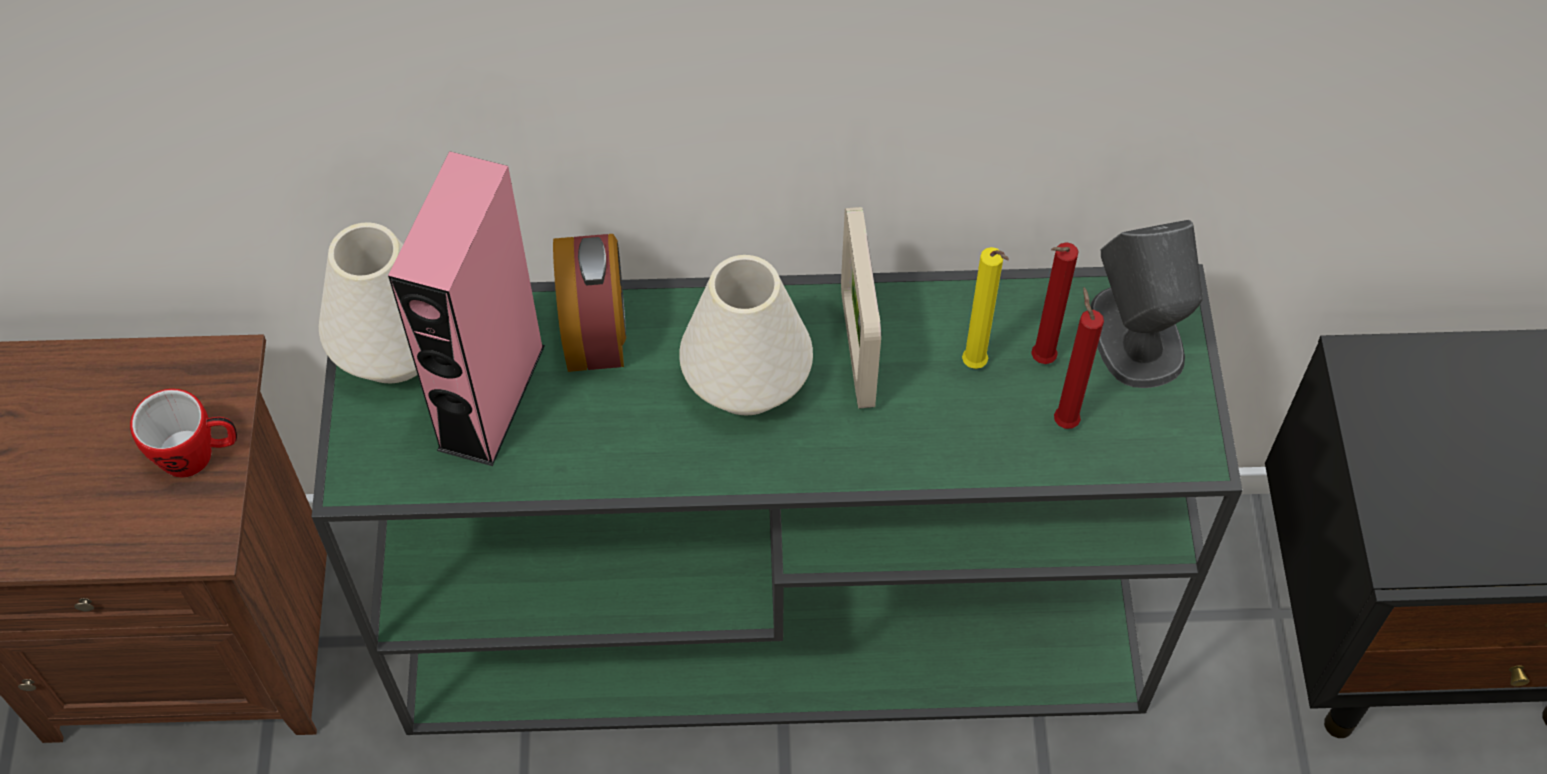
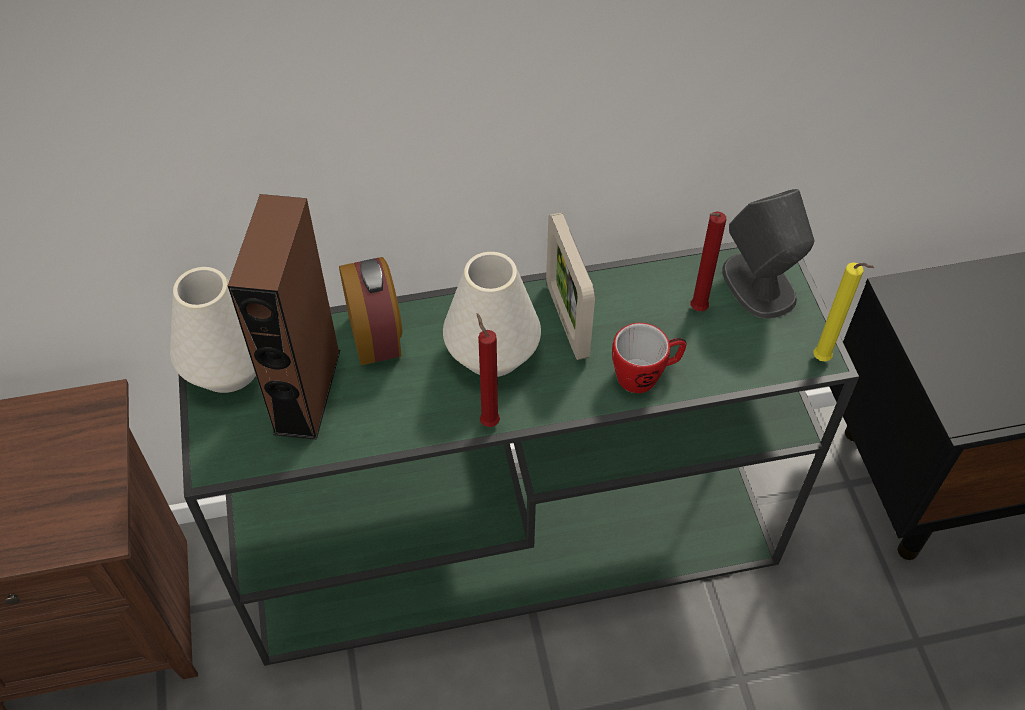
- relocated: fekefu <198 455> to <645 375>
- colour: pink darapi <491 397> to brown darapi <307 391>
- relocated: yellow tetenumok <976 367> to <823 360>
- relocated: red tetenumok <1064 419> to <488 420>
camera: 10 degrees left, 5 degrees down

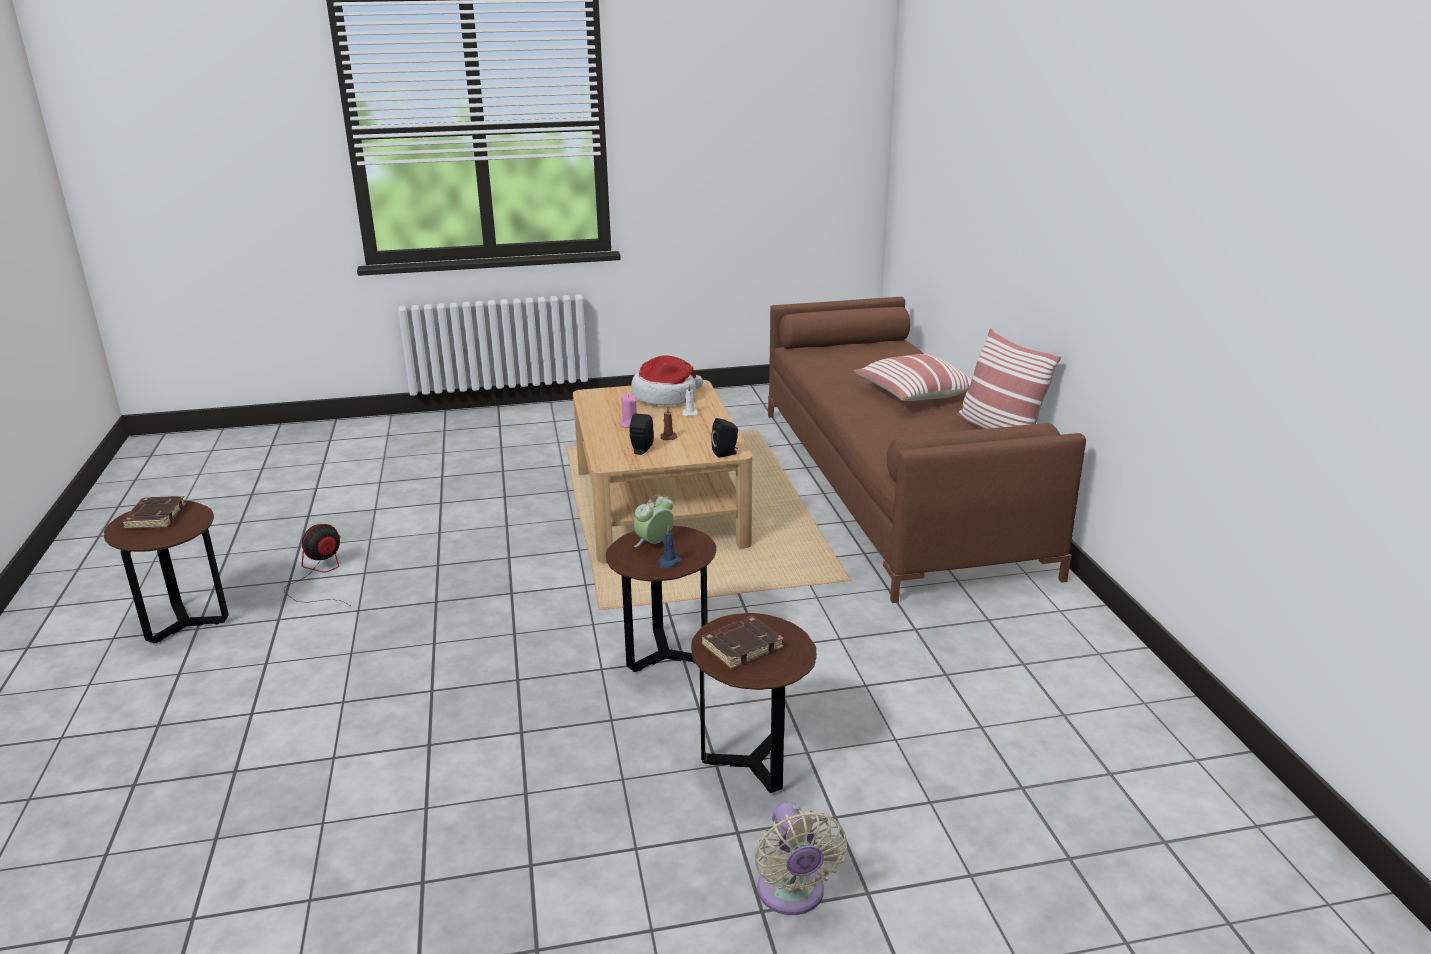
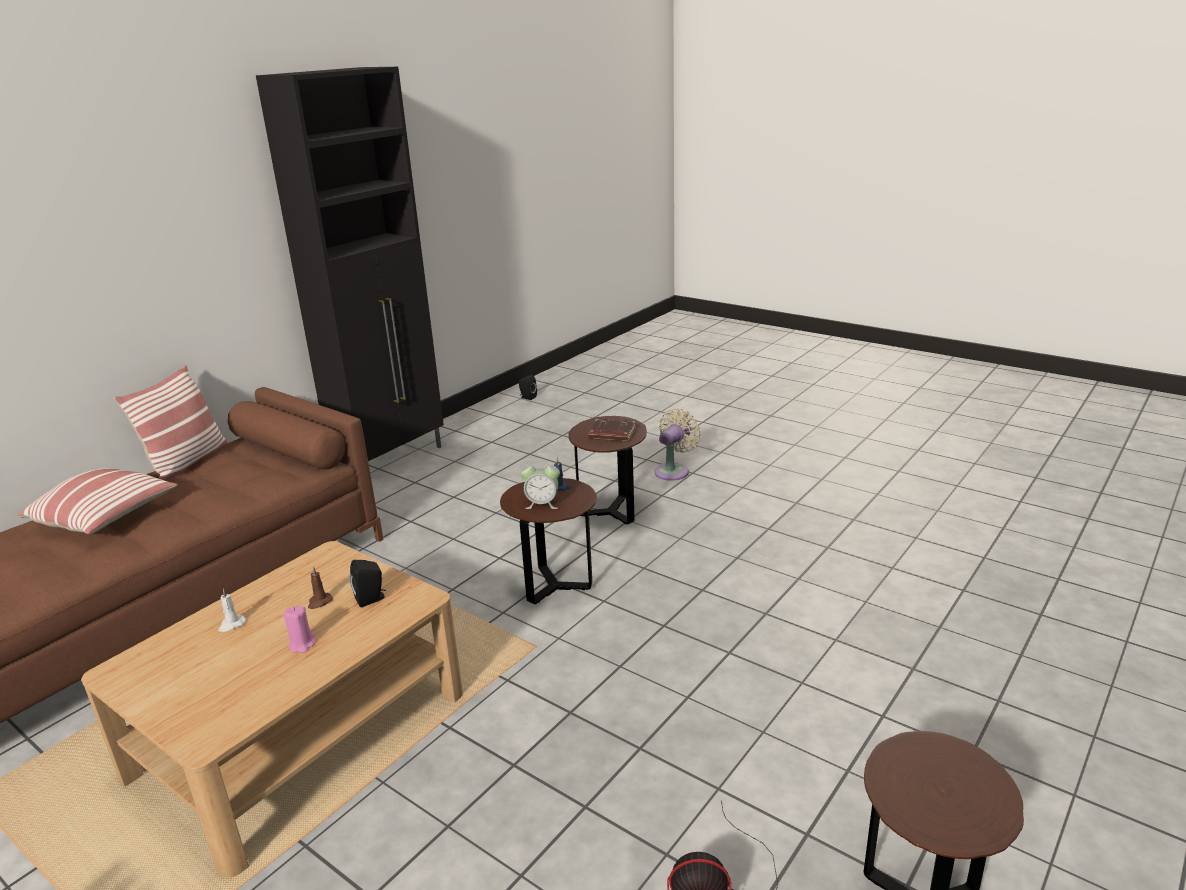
- missing: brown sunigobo <154 517>
- missing: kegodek <666 397>
- relocated: black darapi <726 453> to <527 397>
- appeared: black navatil <392 460>
camera: 130 degrees left, 0 degrees up

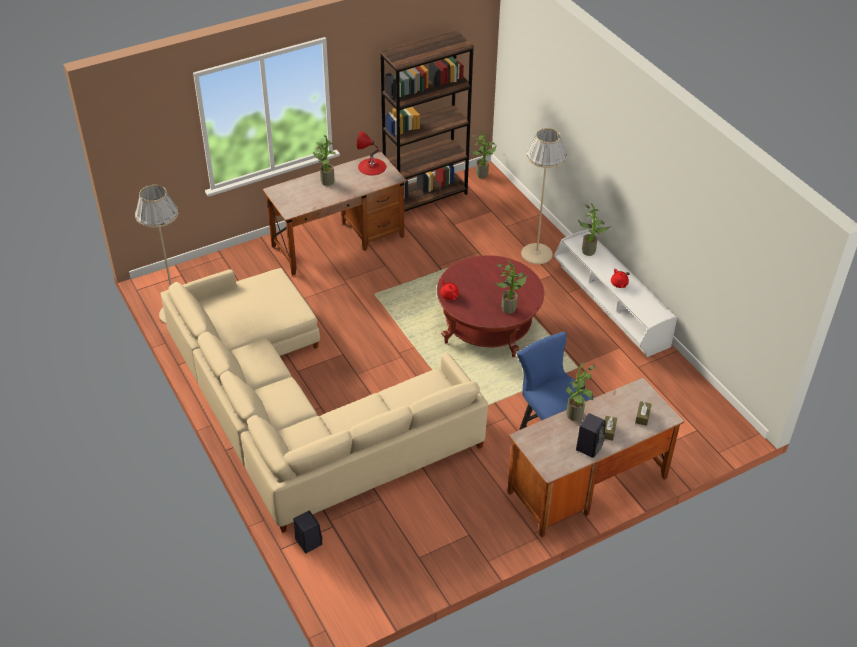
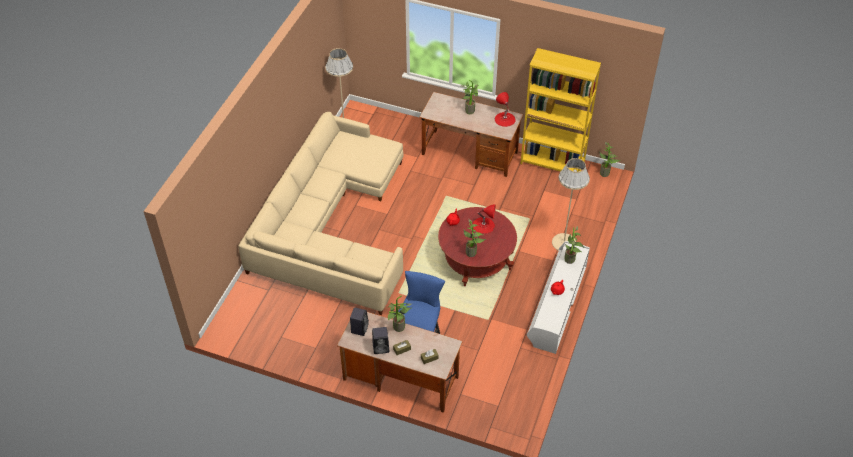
- relocated: black darapi <308 541> to <359 328>
- colour: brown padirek <425 196> to yellow padirek <552 163>
- appeared: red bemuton <483 225>
camera: 50 degrees right, 5 degrees up

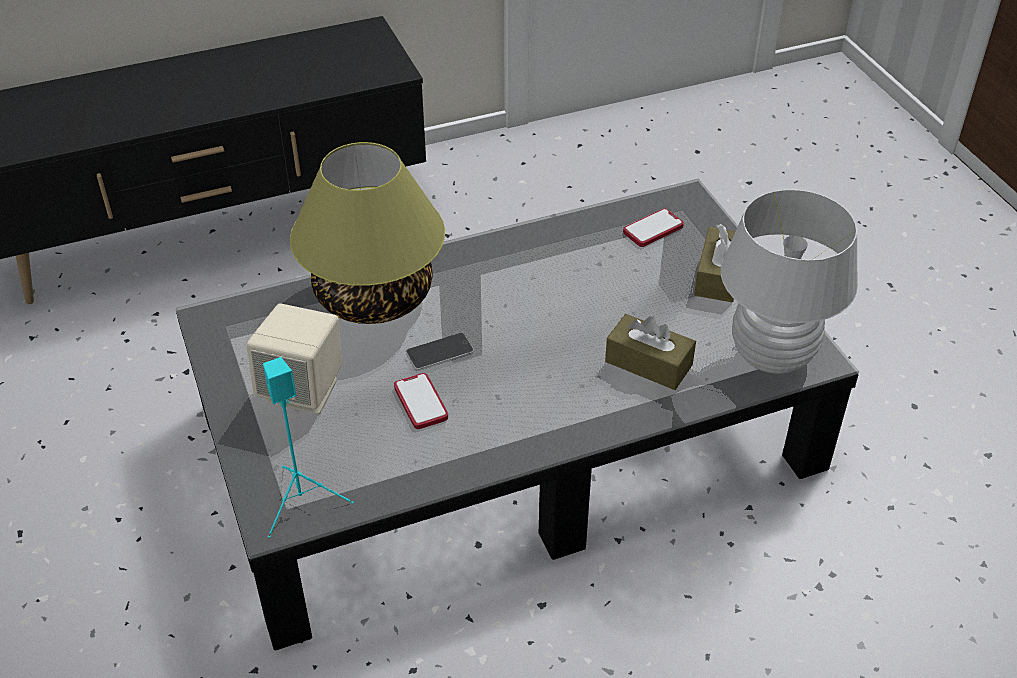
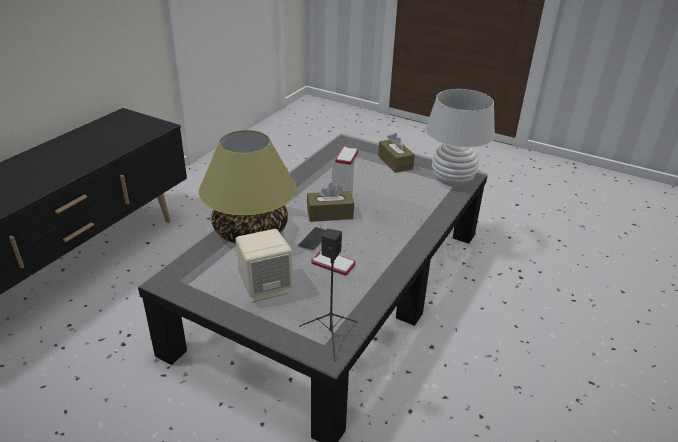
- colour: turquoise darapi <302 501> to black darapi <330 335>
- relocated: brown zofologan <648 363> to <330 214>
camera: 40 degrees left, 10 degrees down

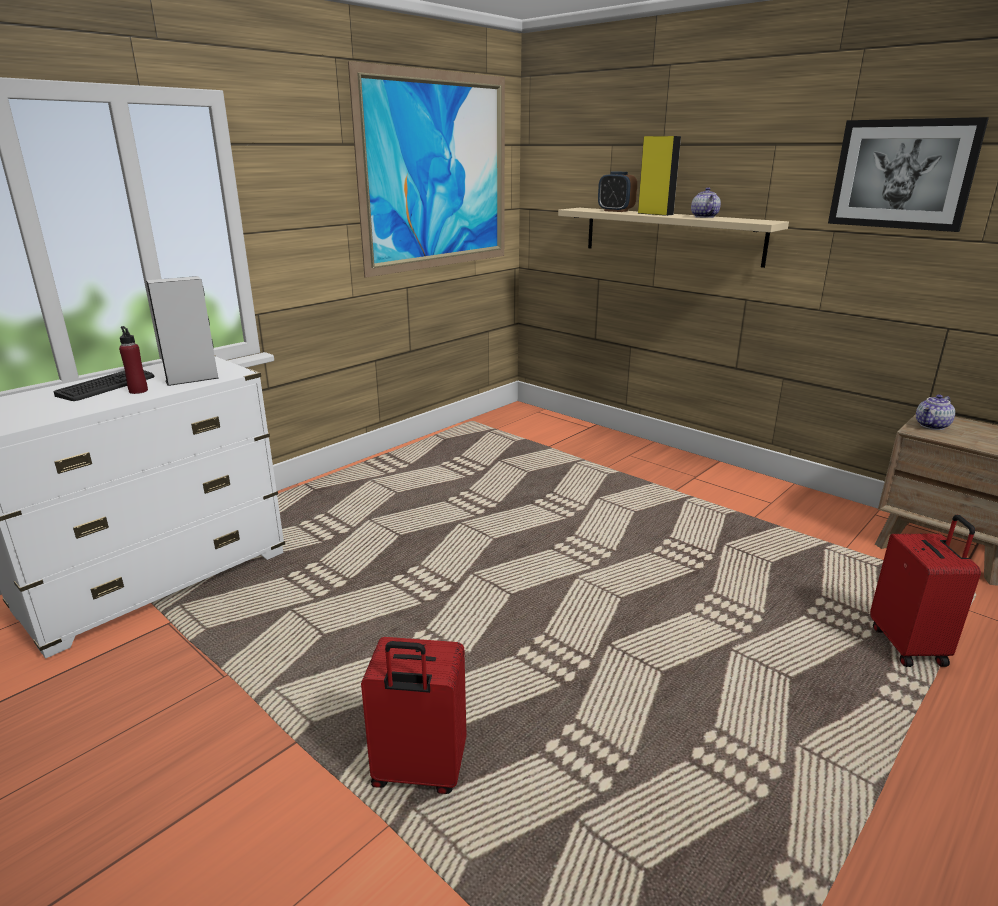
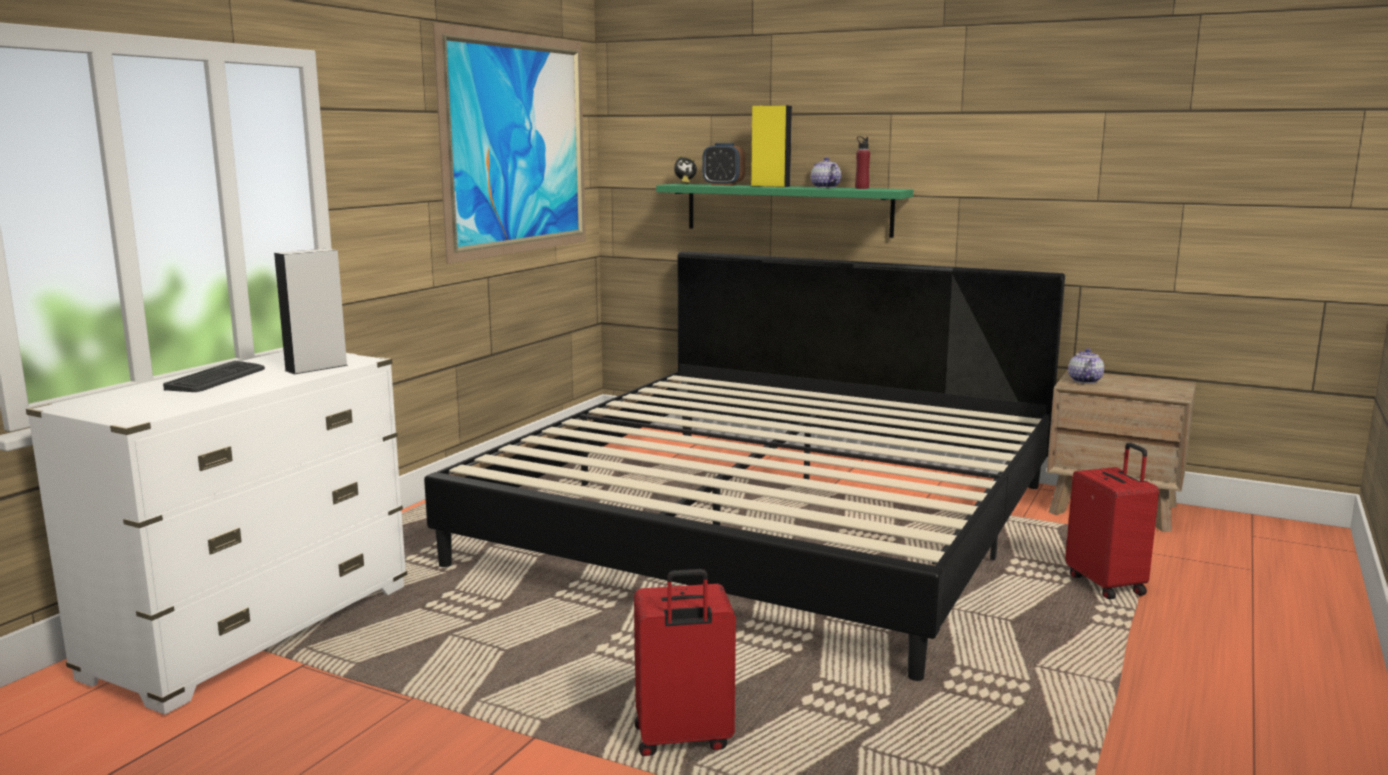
- relocated: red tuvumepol <138 391> to <861 188>
- colour: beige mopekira <671 235> to green mopekira <787 209>
- missing: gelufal <902 174>
- spun: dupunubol <932 426> = <1083 381> 150 degrees clockwise
- appeared: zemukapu <770 522>
- appeared: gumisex <684 184>
camera: 15 degrees left, 10 degrees down

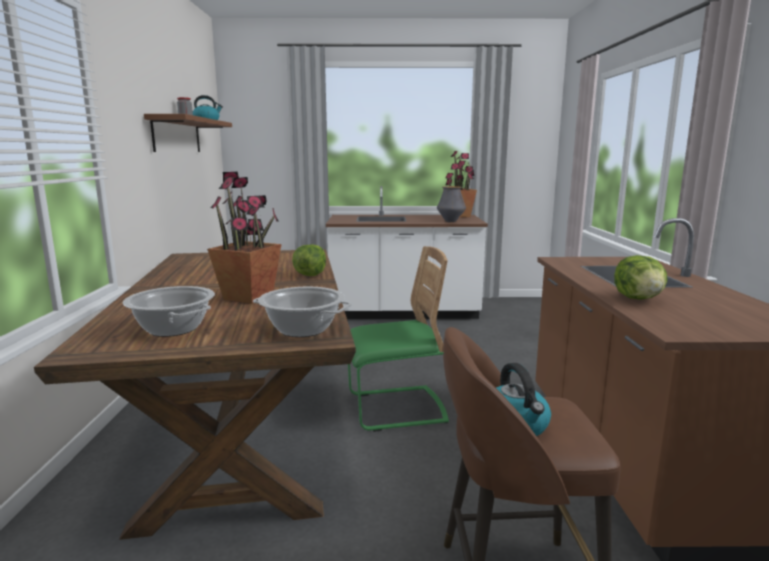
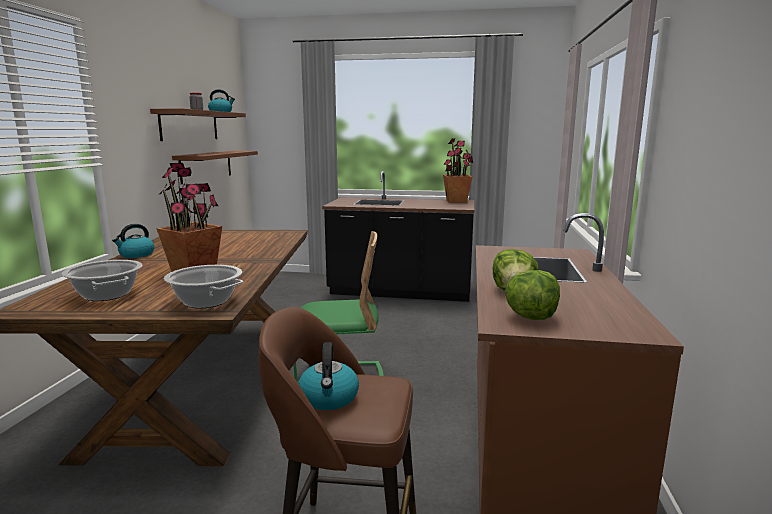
- relocated: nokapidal <309 275> to <531 317>
- colour: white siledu <404 312> to black siledu <400 291>
- missing: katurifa <450 221>
- appeared: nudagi <136 255>
- appeared: brown mopekira <206 166>
camera: 10 degrees right, 0 degrees up

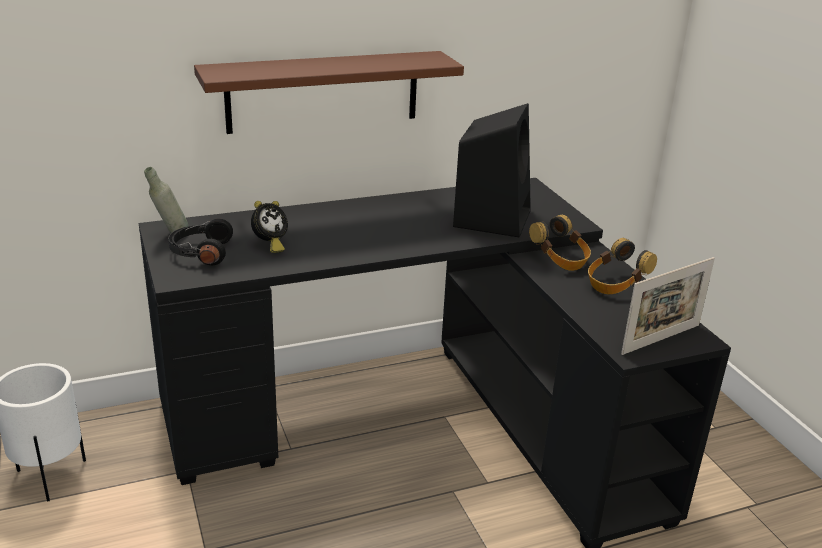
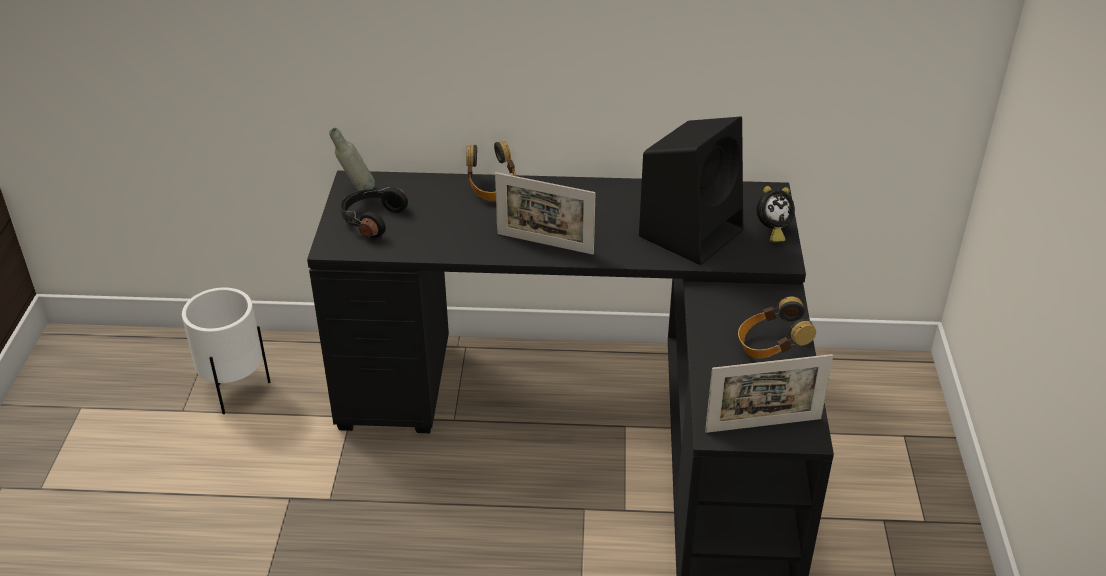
- missing: brown mopekira <323 91>
- relocated: gumisex <270 245> to <771 231>
- relocated: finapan <560 260> to <491 187>
- appeared: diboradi <545 243>
camera: 25 degrees right, 10 degrees up

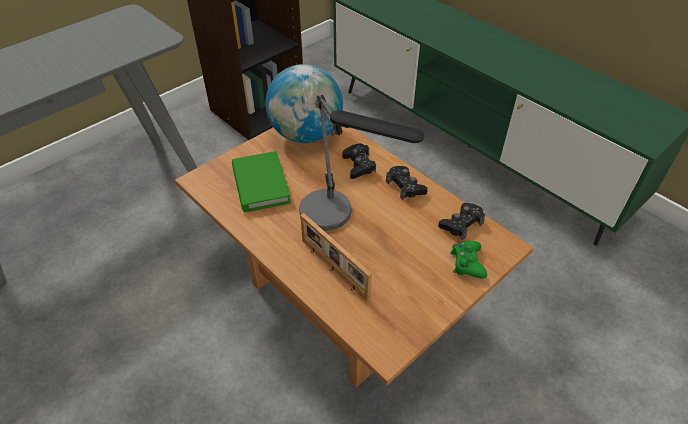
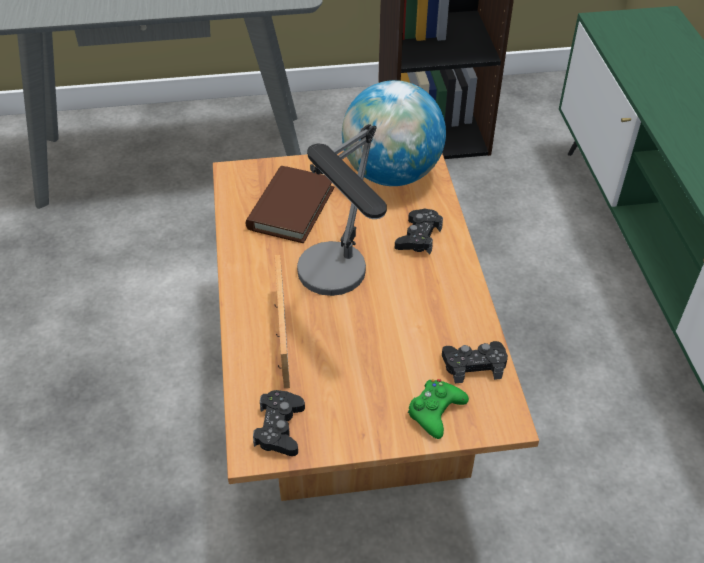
- colour: green sunigobo <260 184> to brown sunigobo <291 208>
- relocated: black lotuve <405 186> to <279 428>
camera: 35 degrees right, 0 degrees up

